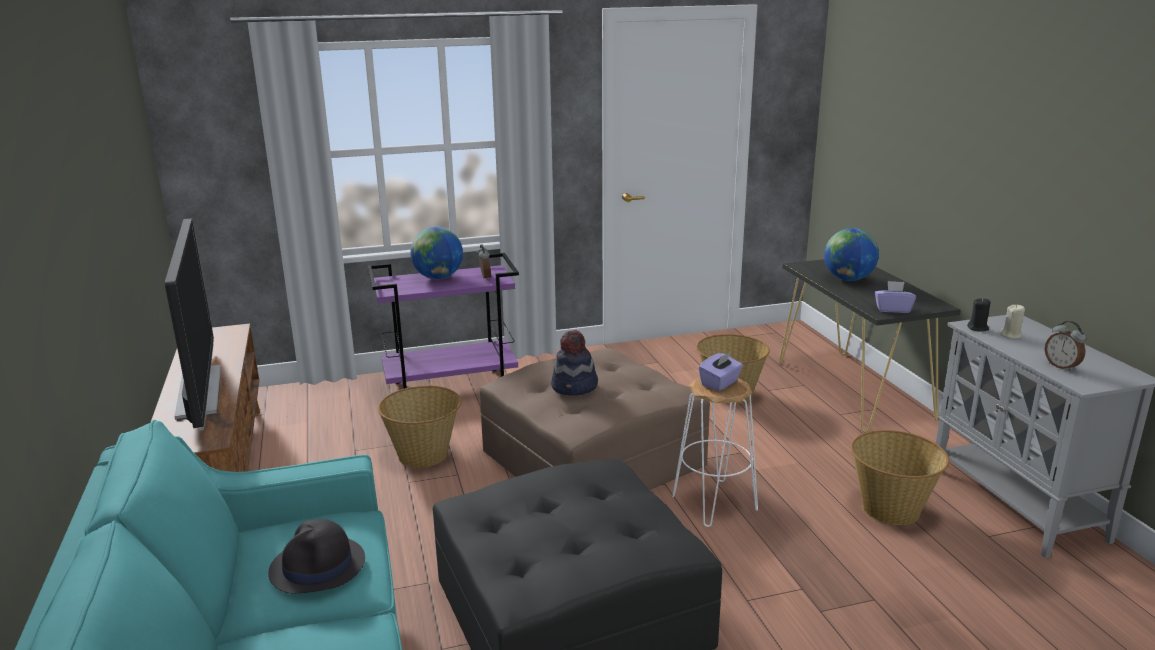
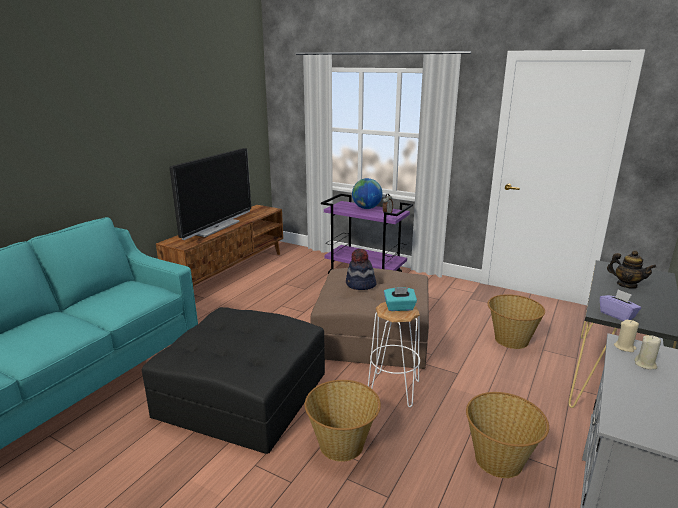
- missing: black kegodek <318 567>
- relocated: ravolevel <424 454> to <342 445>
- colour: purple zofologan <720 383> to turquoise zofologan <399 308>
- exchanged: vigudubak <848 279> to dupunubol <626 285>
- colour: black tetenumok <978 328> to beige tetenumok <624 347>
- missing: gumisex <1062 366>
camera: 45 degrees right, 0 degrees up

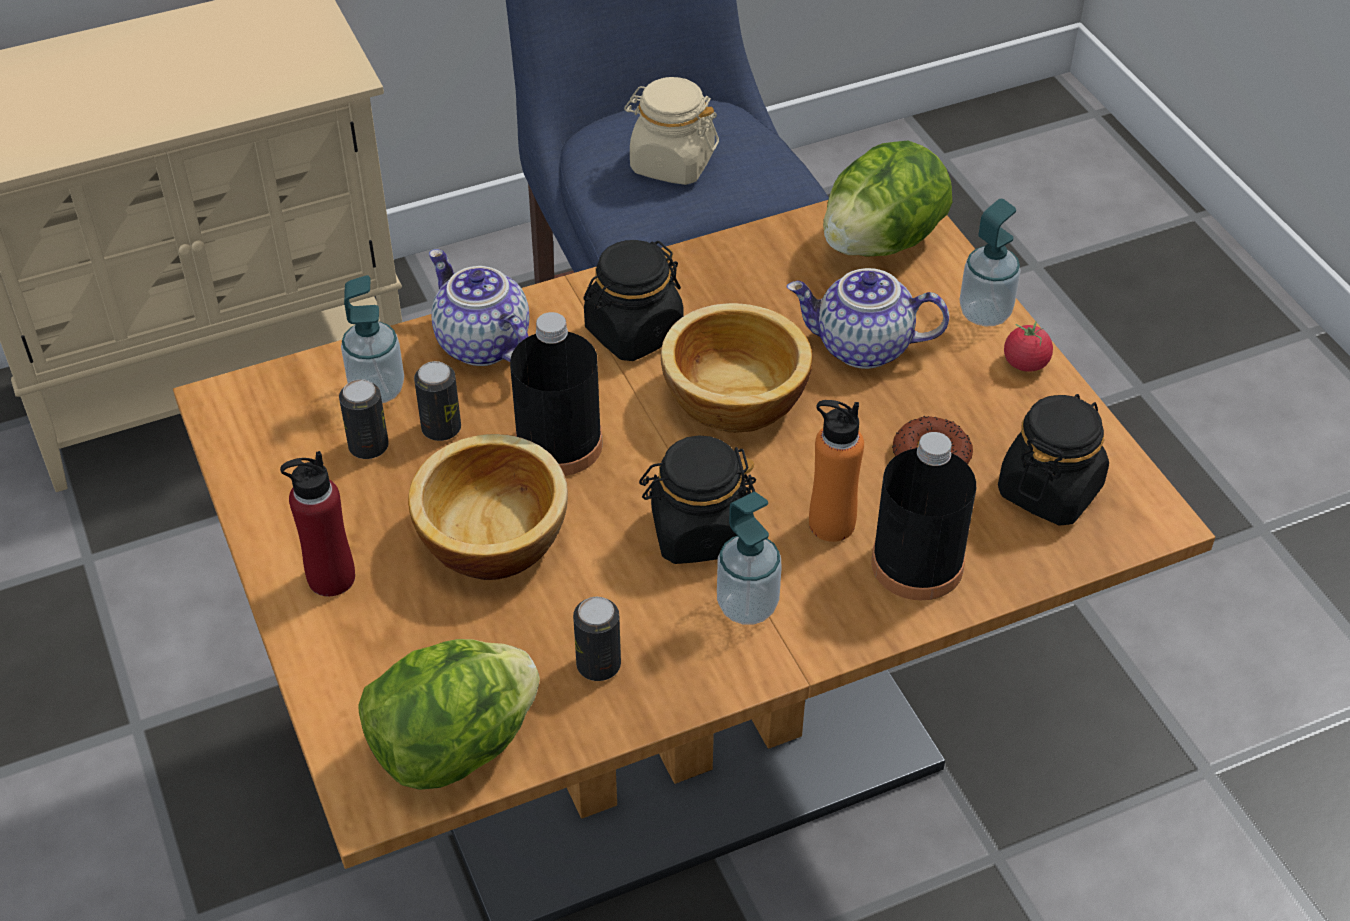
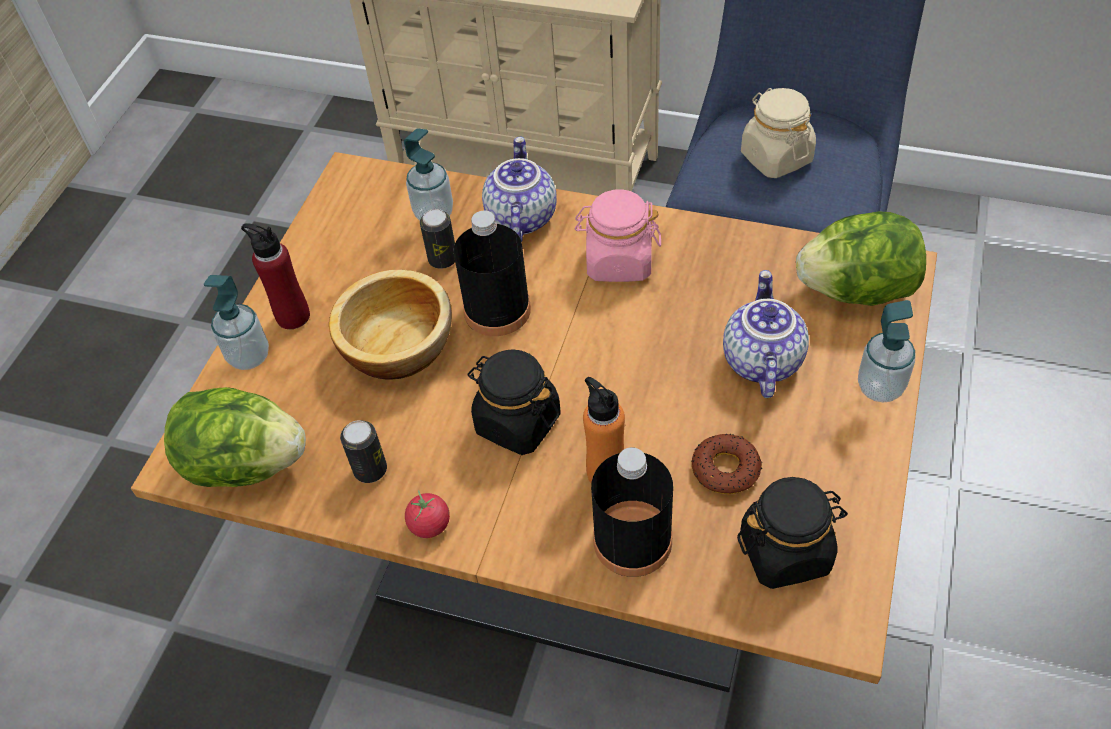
- missing: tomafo <368 446>
- colour: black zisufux <633 332> to pink zisufux <618 261>
- missing: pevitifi <732 399>
- relocated: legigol <747 606> to <249 356>
- spun: dupunubol <862 348> = <760 360> 45 degrees clockwise
- relocated: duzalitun <1025 363> to <429 524>
camera: 45 degrees right, 5 degrees up

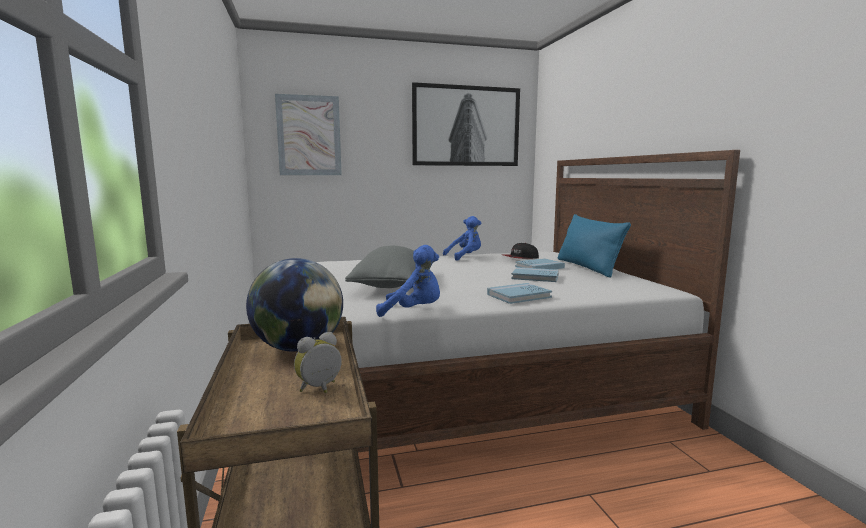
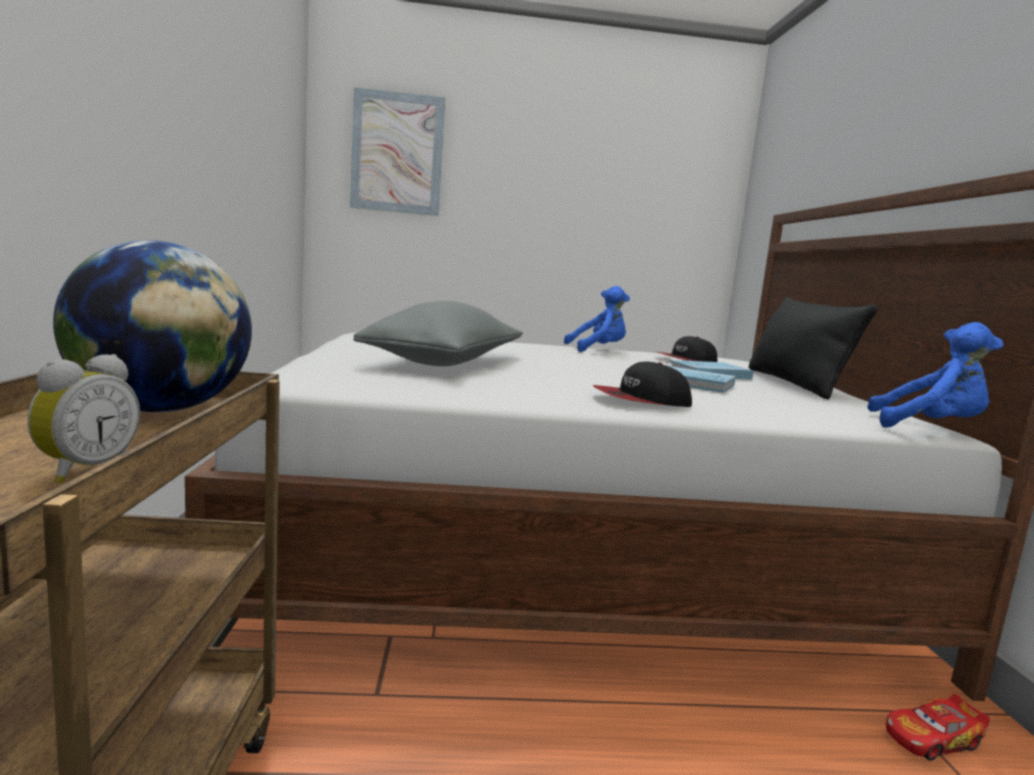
- spun: gumisex <320 389> = <84 470> 135 degrees clockwise
- relocated: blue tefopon <414 311> to <929 428>
- missing: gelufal <466 126>
- exchanged: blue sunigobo <519 296> to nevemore <641 401>
- colour: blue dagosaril <587 267> to black dagosaril <793 383>
- appeared: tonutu <932 739>
camera: 10 degrees right, 0 degrees up

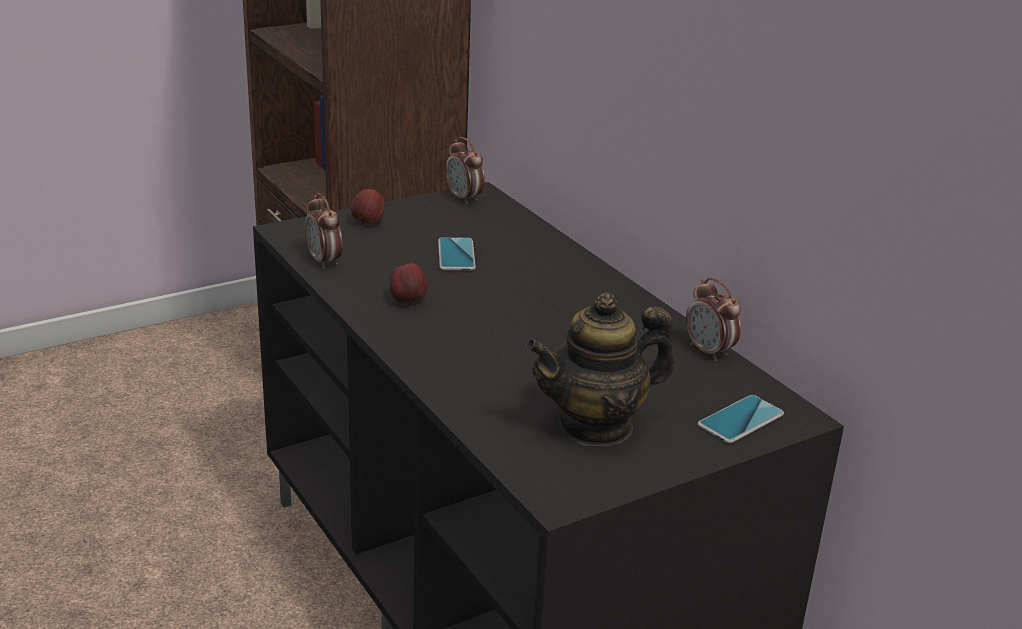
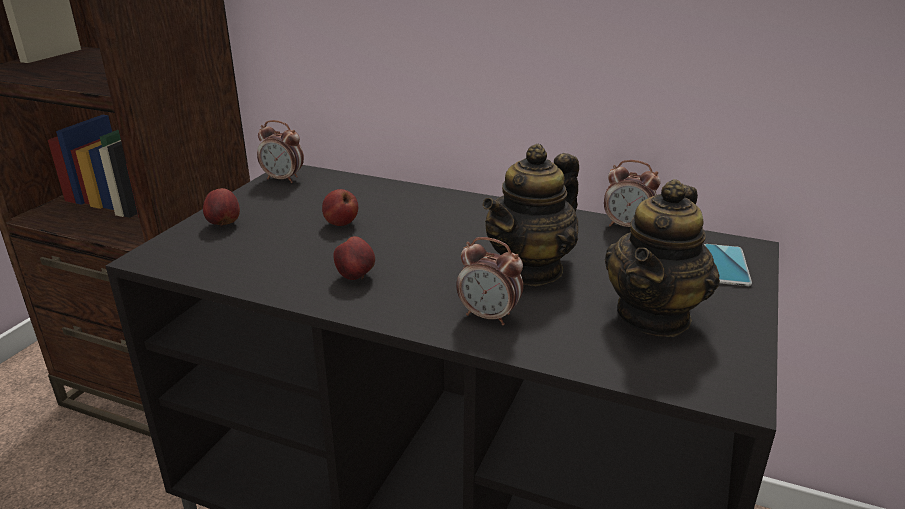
- relocated: gumisex <325 262> to <489 316>
- exchanged: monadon <456 255> to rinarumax <340 223>
- appeared: dupunubol <531 269>
camera: 35 degrees left, 0 degrees up

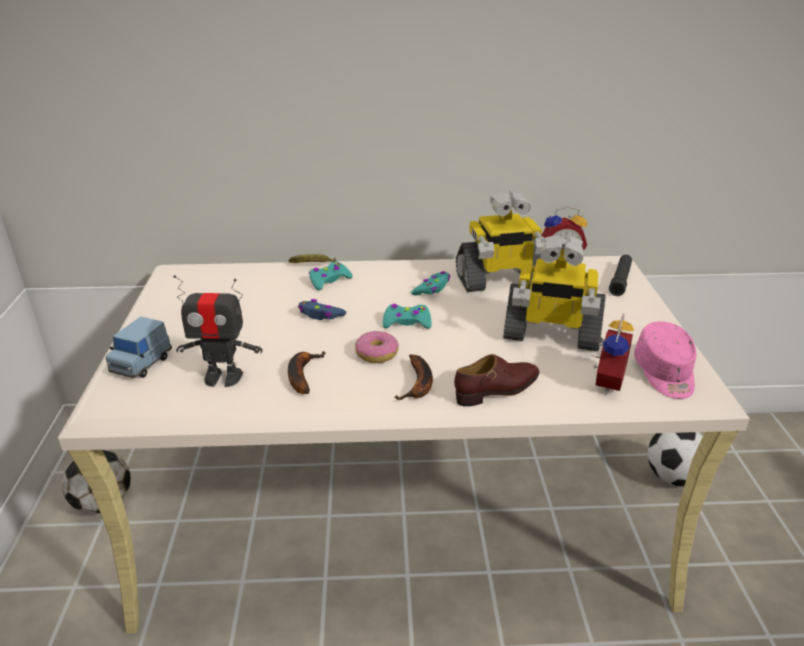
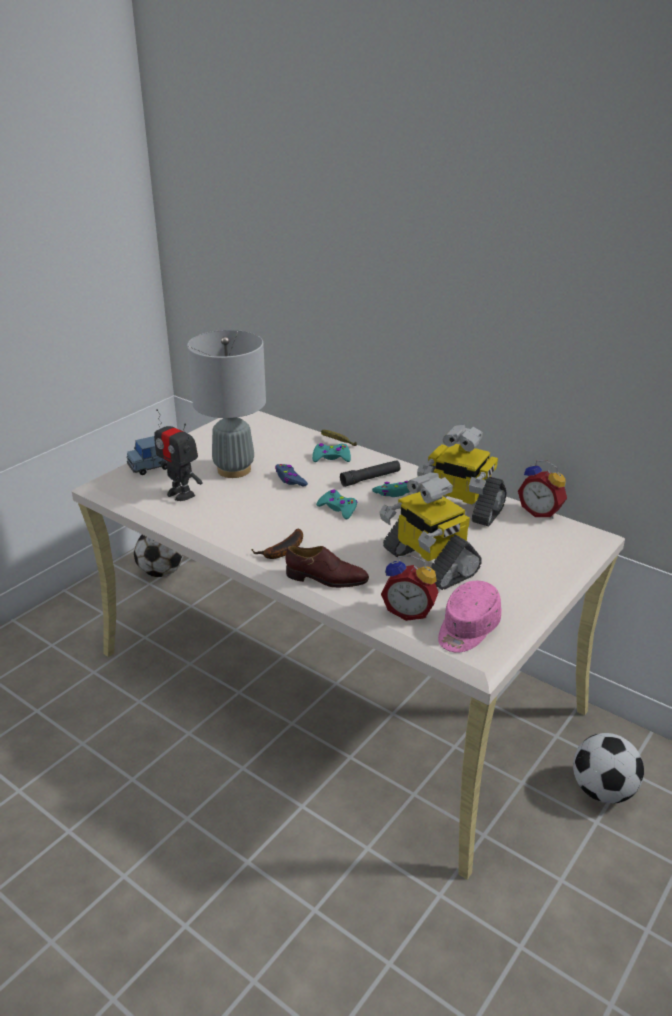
- missing: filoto <301 375>
- missing: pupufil <377 354>
- spun: gumisex <604 382> = <409 611> 45 degrees clockwise
- relocated: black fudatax <620 280> to <370 478>
- appeared: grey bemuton <233 469>
camera: 40 degrees right, 0 degrees up

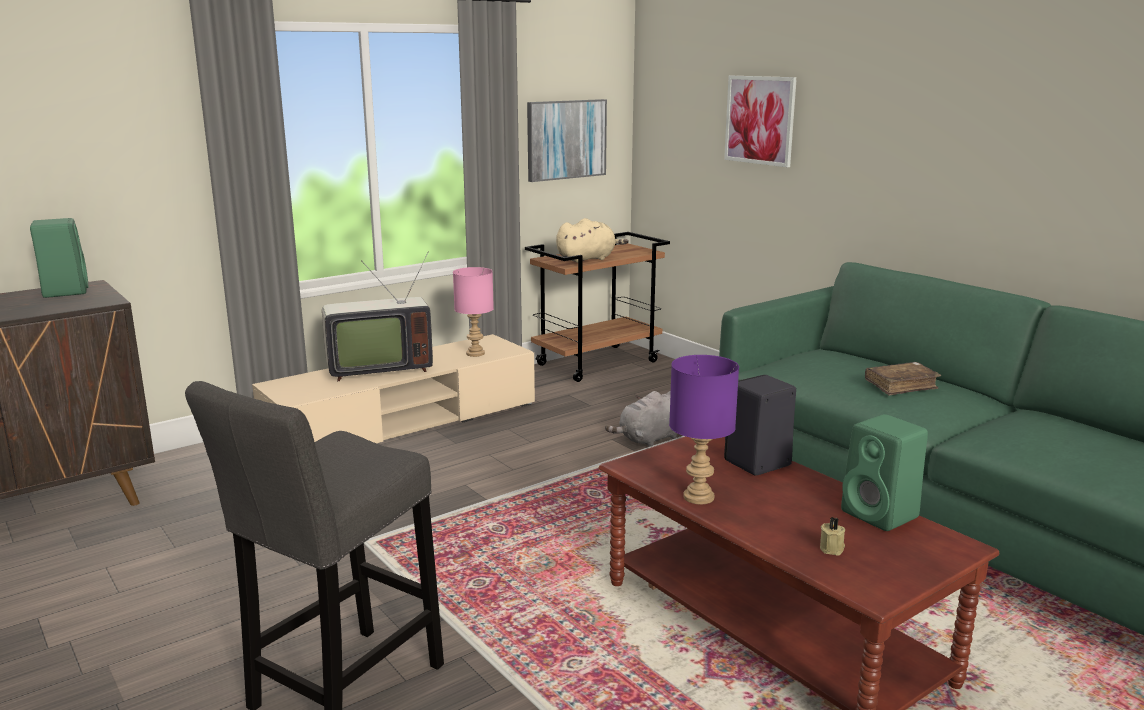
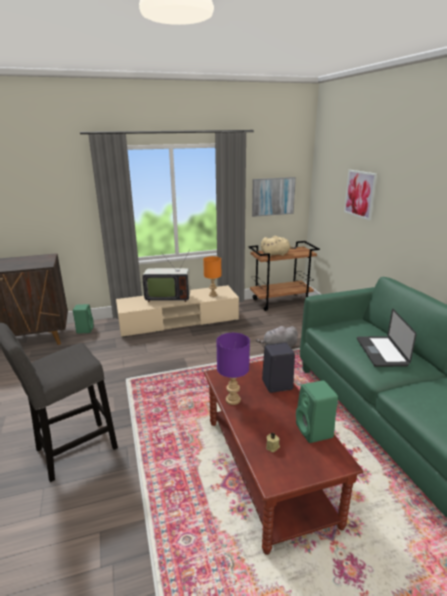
- relocated: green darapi <65 291> to <85 329>
- colour: pink bemuton <474 354> to orange bemuton <212 295>
- exchanged: brown sunigobo <900 386> to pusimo <381 352>
camera: 20 degrees right, 5 degrees up

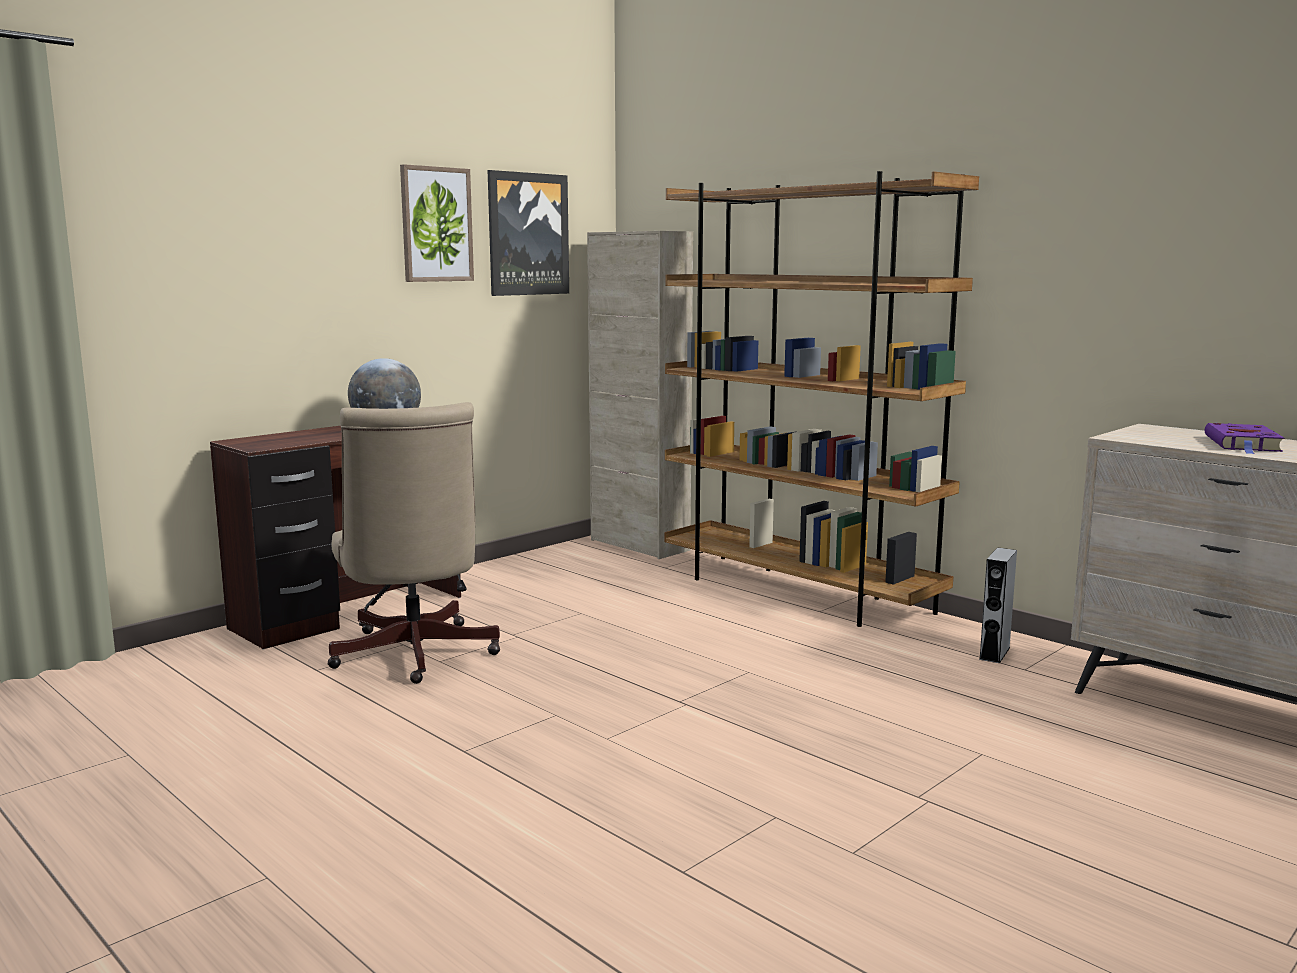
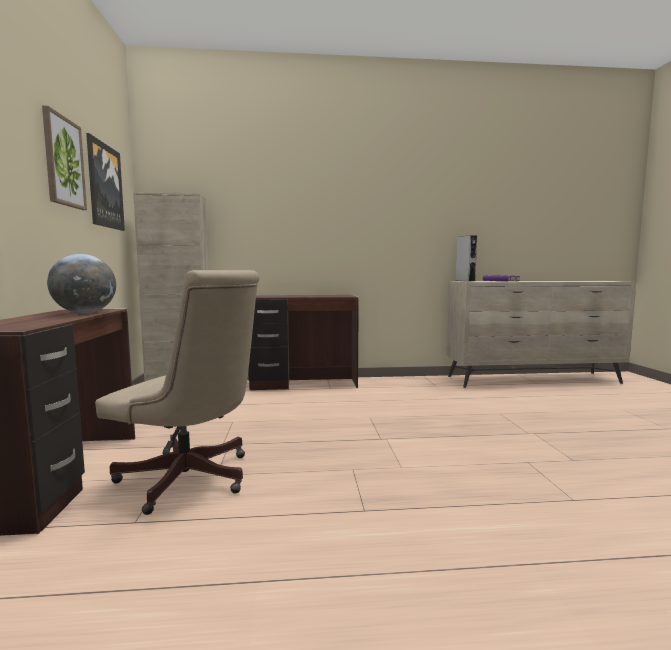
- exchanged: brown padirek <798 592> to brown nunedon <304 384>
- relocated: grey darapi <994 653> to <465 281>
camera: 50 degrees left, 5 degrees down

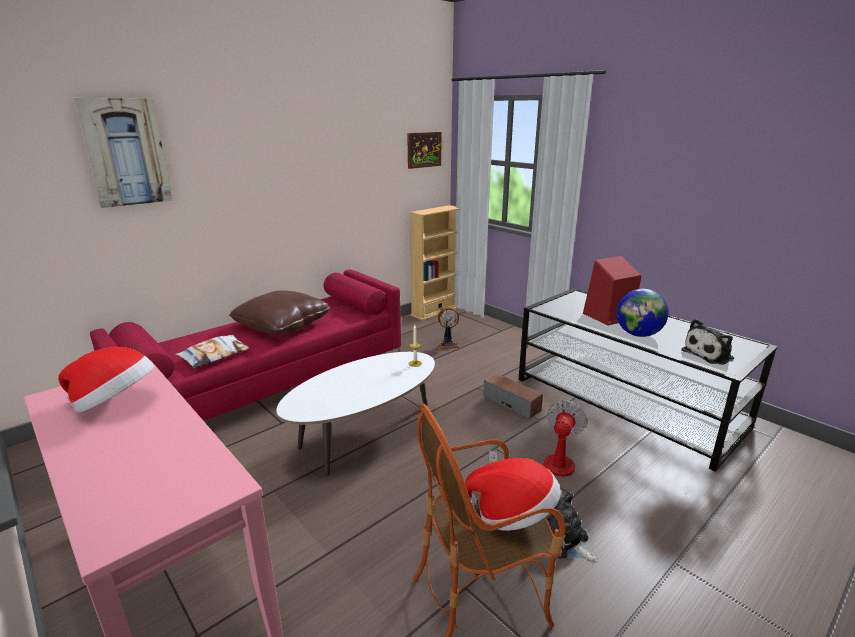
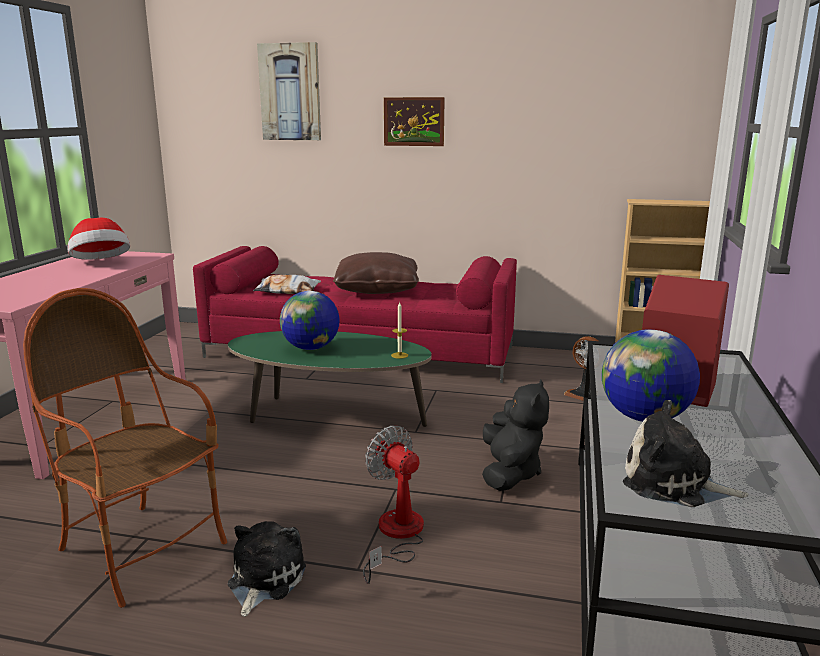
- colour: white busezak <365 436> to green busezak <330 417>
- relocated: gelufal <424 149> to <414 121>
- missing: kegodek <512 514>
- exchanged: darapi <512 403> to black tefopon <510 473>
- spun: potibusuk <547 468> = <396 535> 120 degrees counterclockwise
- appeared: vigudubak <311 348>
camera: 55 degrees right, 5 degrees down

